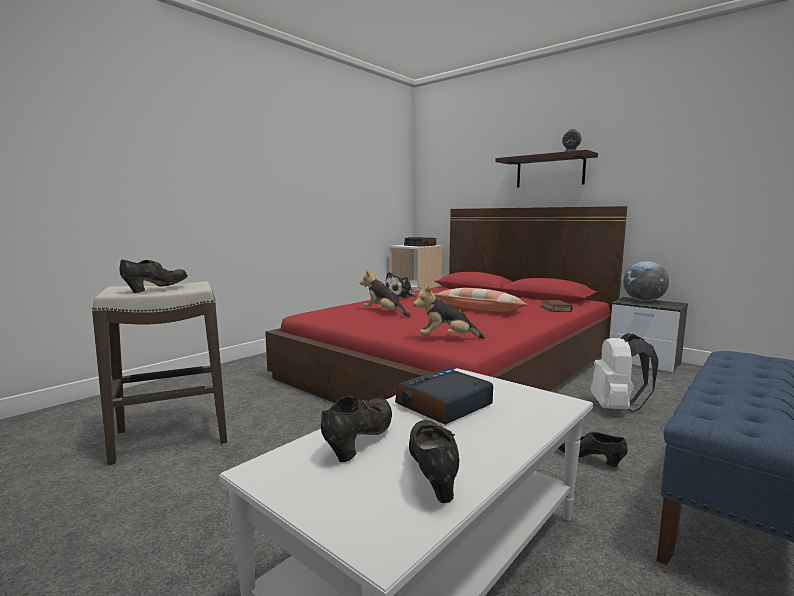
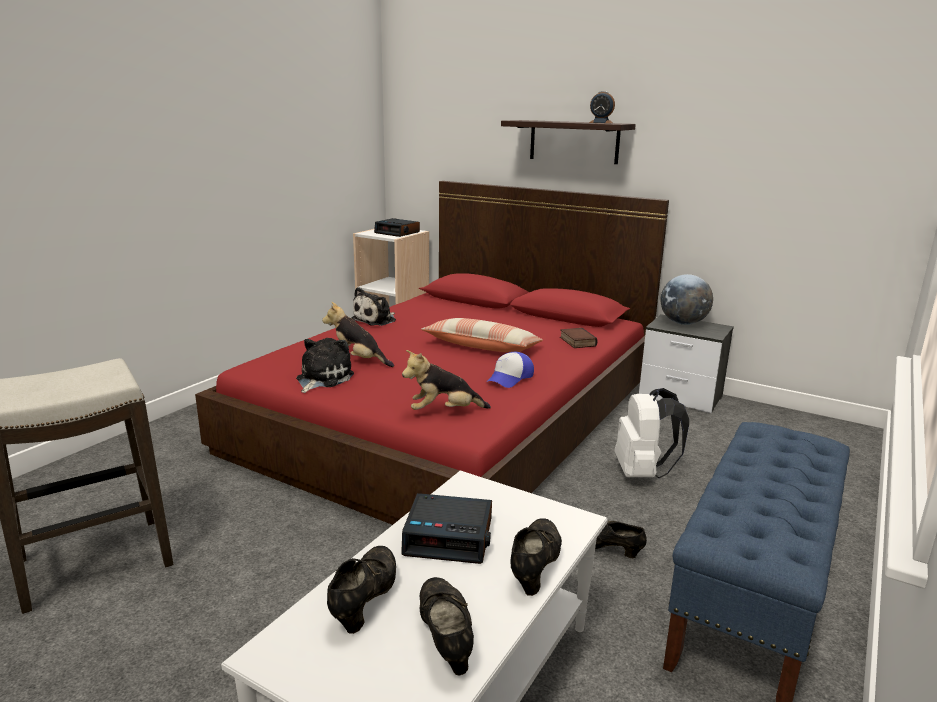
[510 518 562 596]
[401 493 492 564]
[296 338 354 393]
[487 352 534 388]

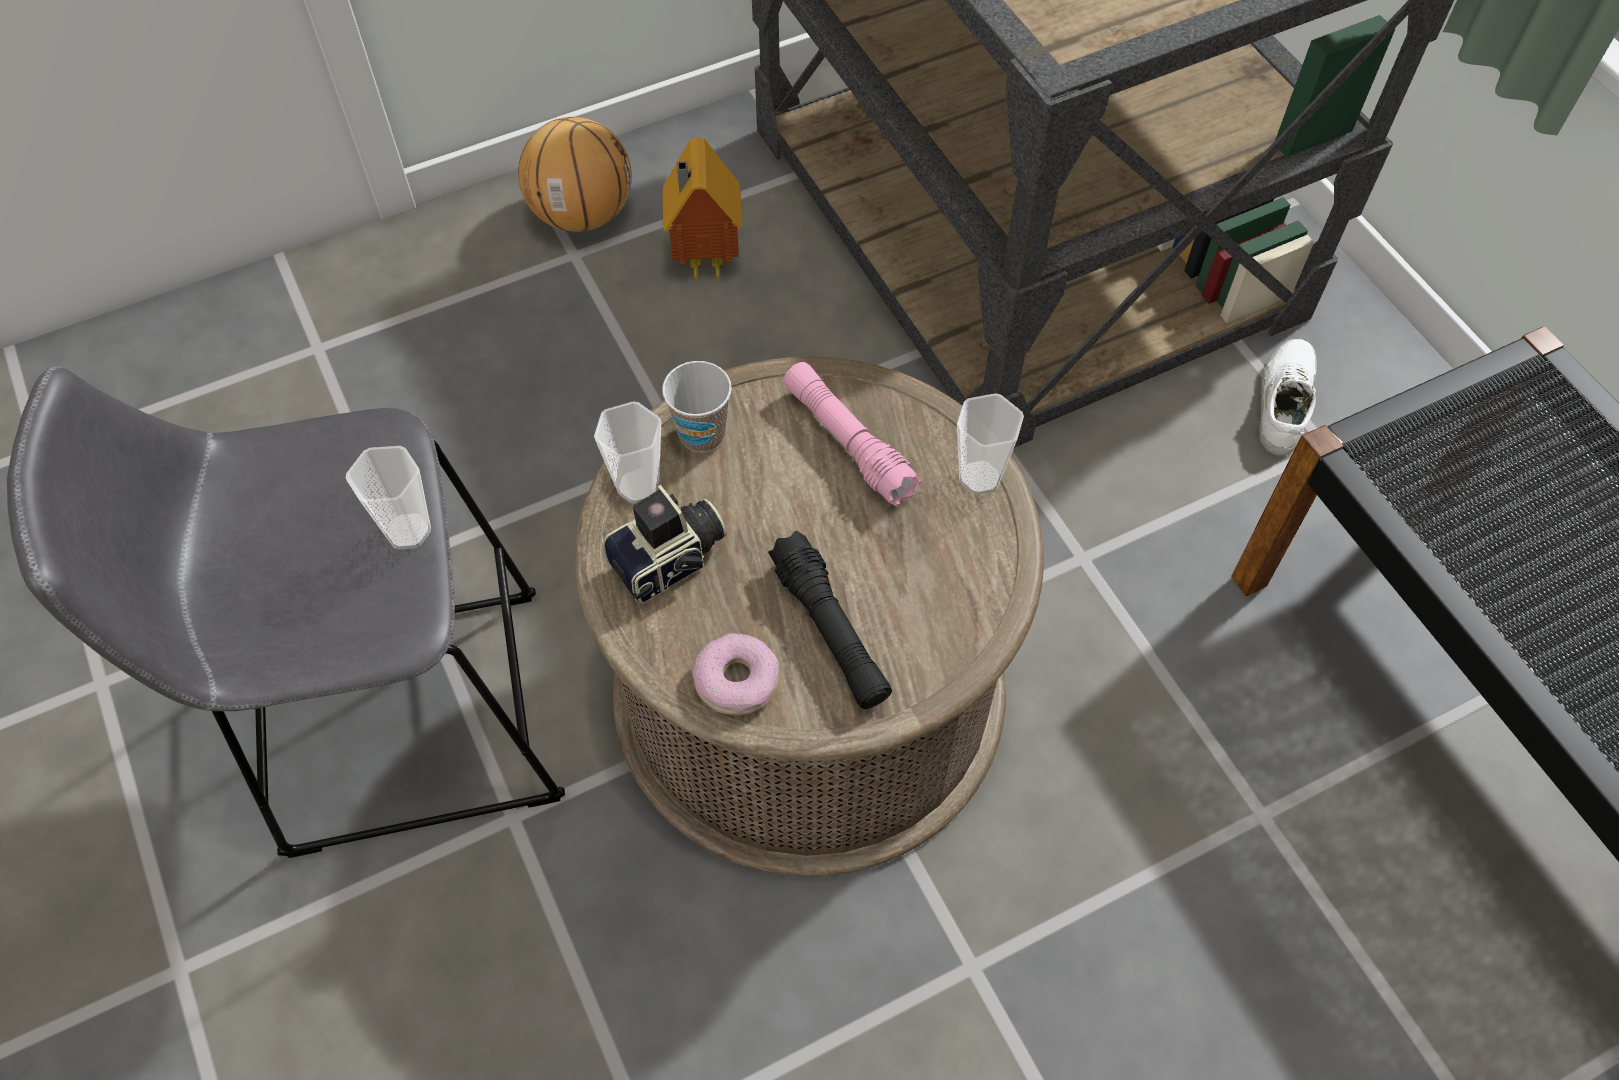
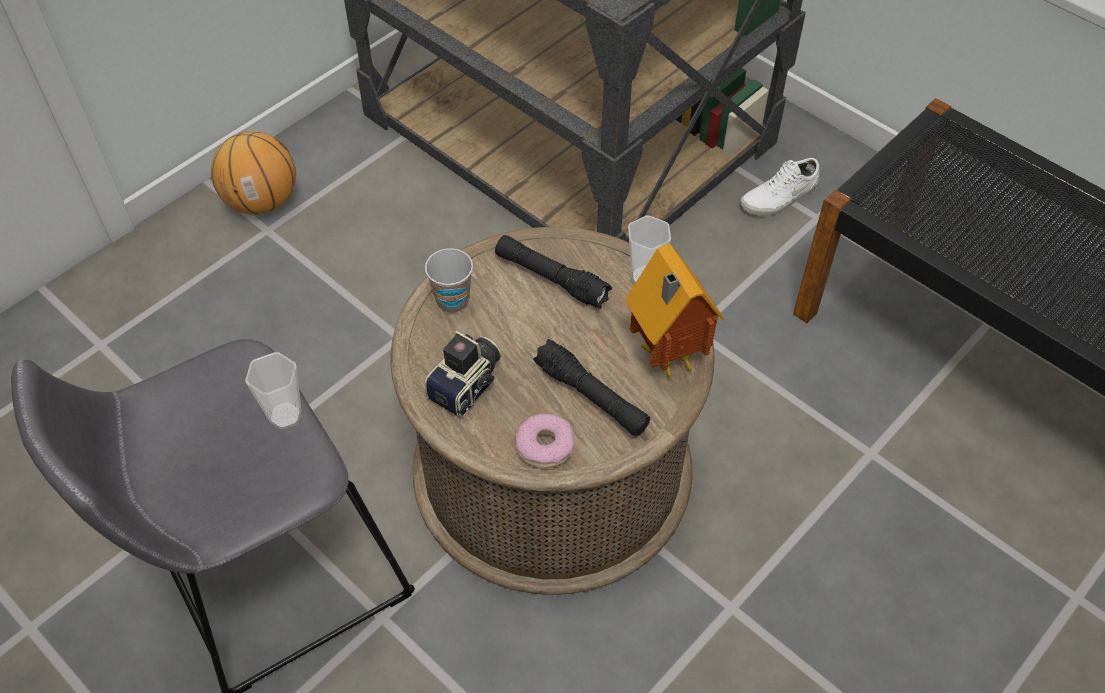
[594 401 661 504] (first image)
[626 244 724 381]
[495 235 612 309]
[740 158 819 216]

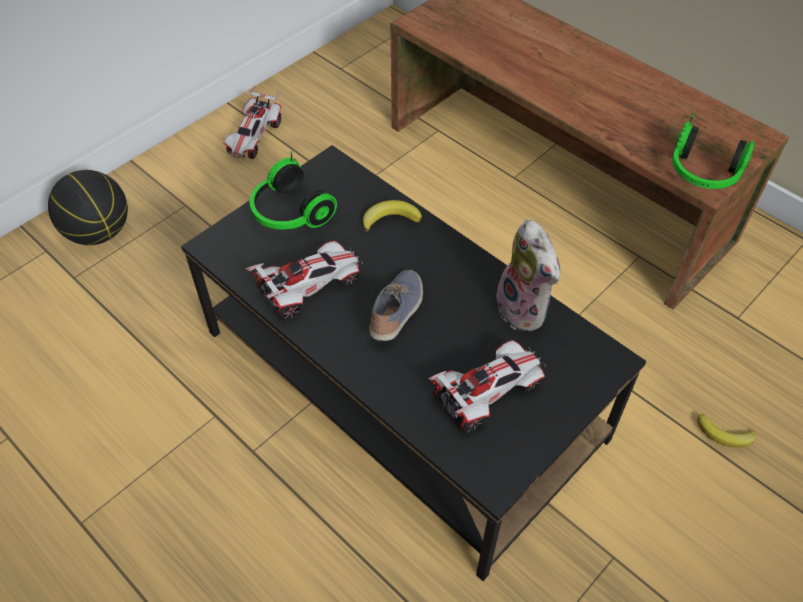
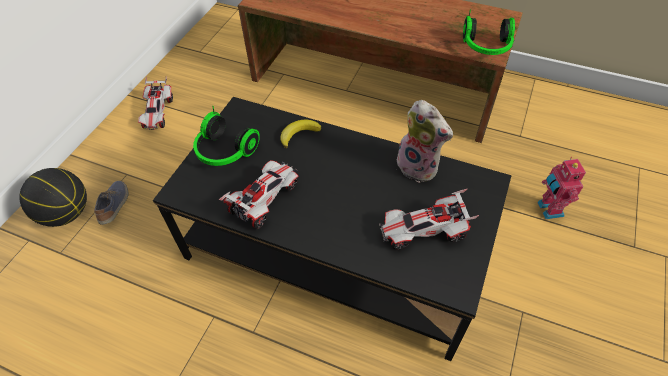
[94 181 128 225]
[379 189 479 249]
[537 157 586 219]

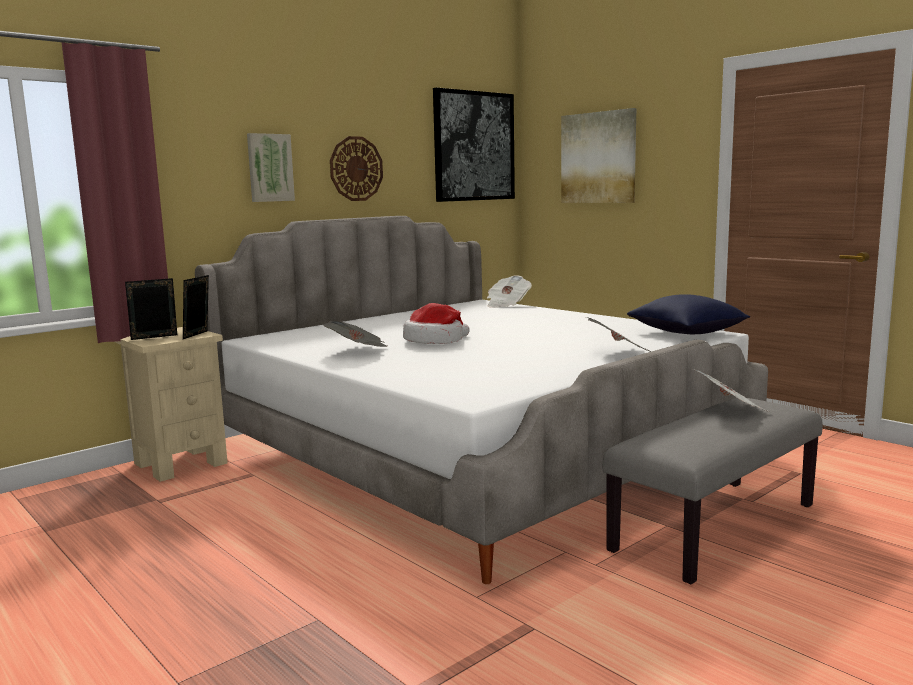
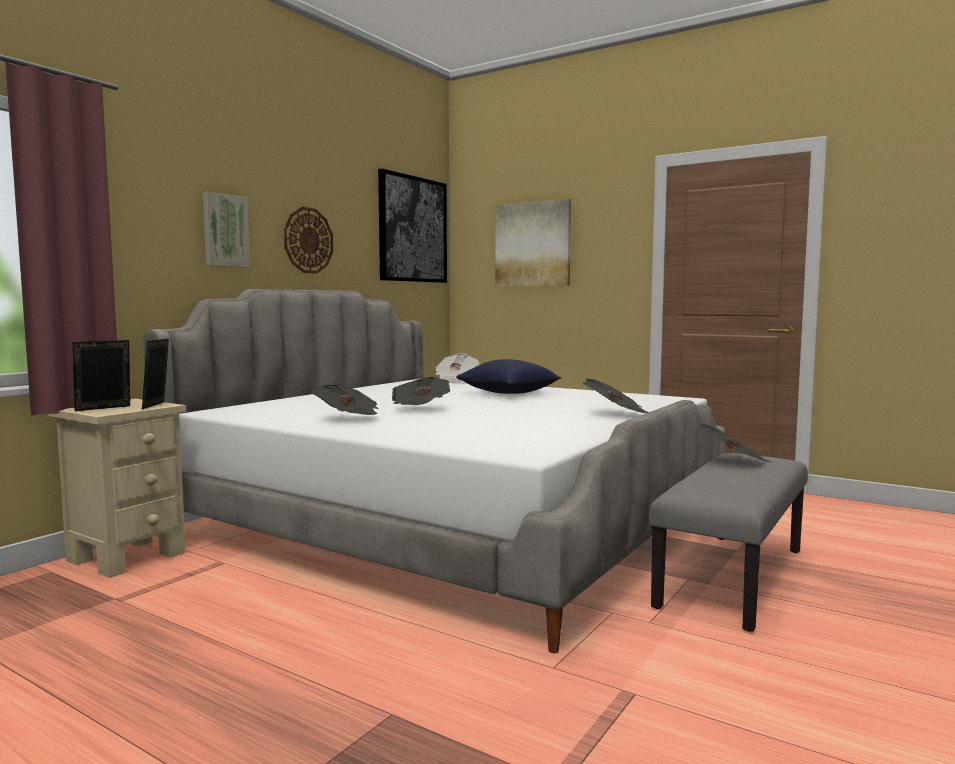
[392 377 450 405]
[456 359 561 394]

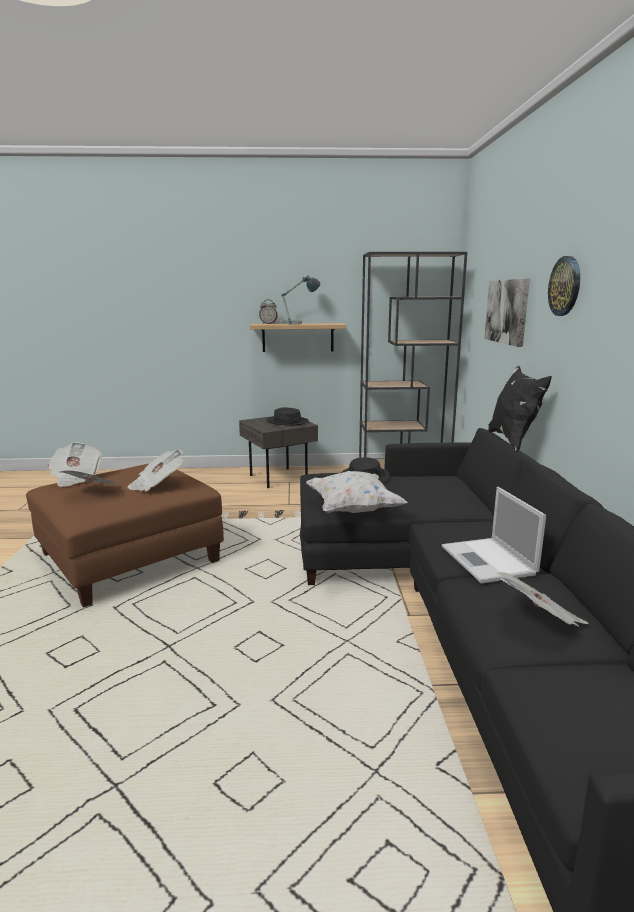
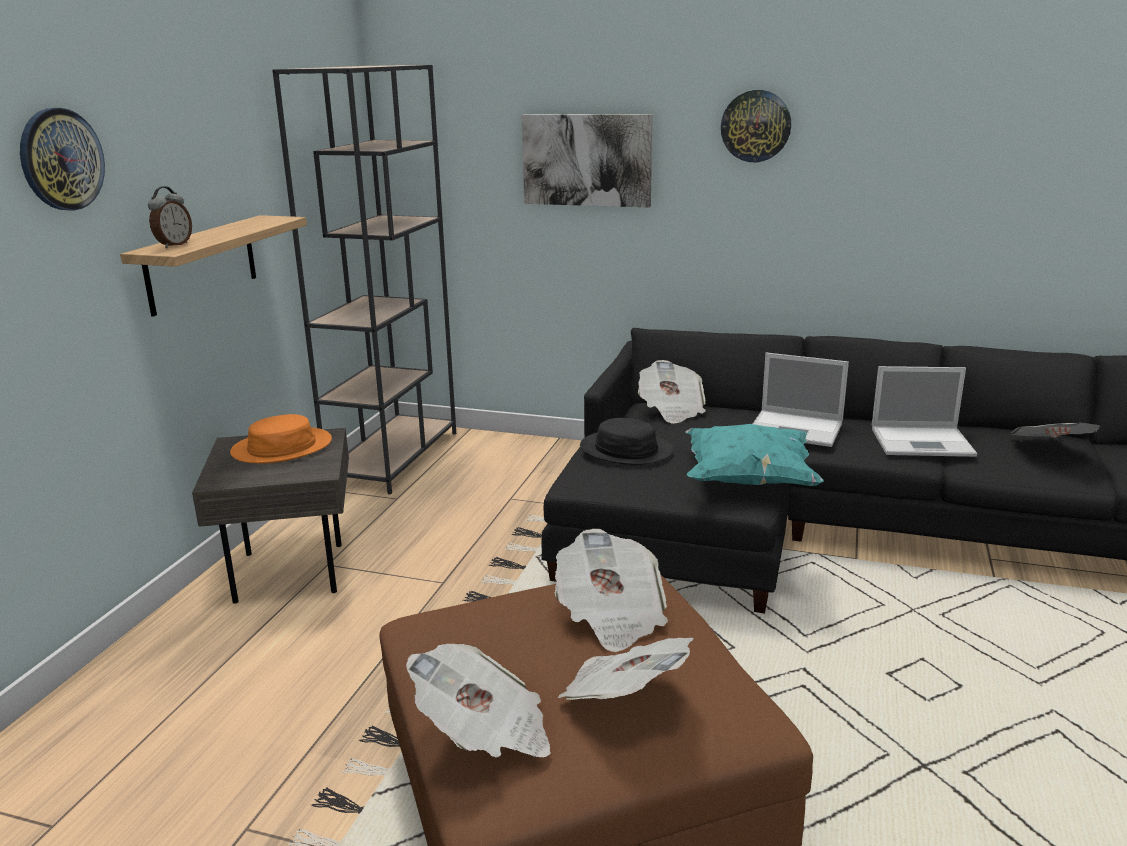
[230 414 332 464]
[281 274 320 325] (first image)
[685 424 824 486]
[488 366 552 452] (first image)
[20 108 105 211]
[638 360 706 424]
[753 353 849 447]

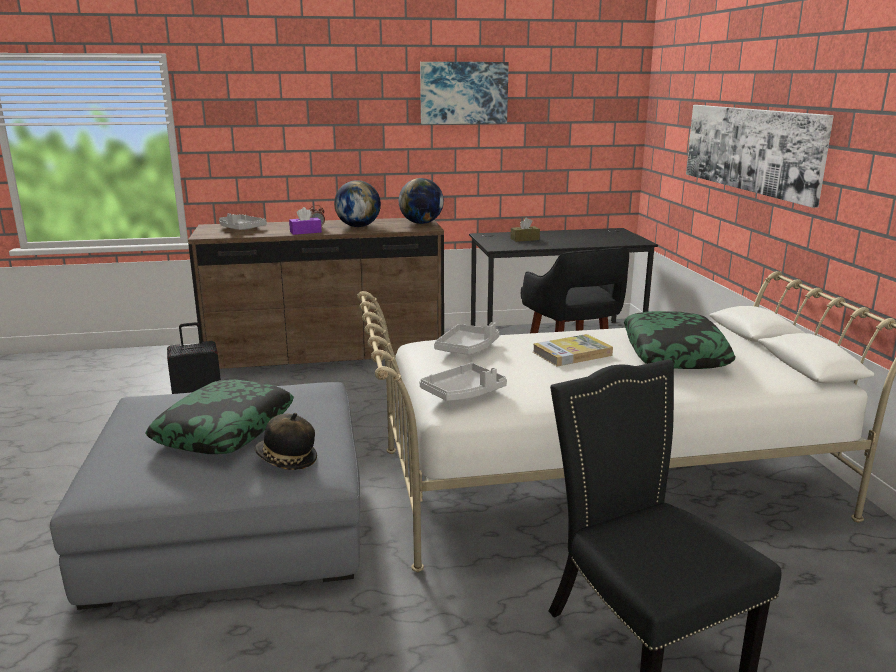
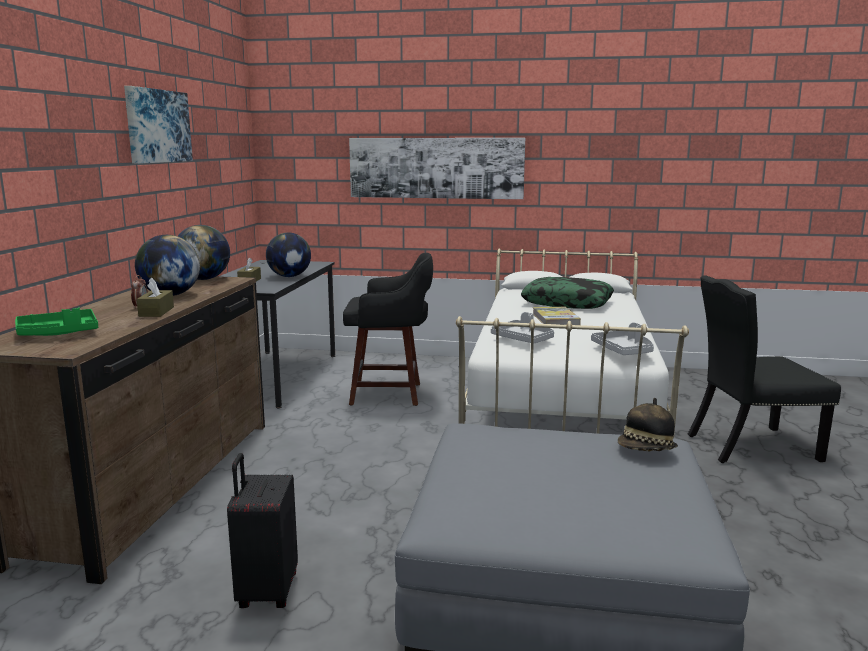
[145 380 294 454] (first image)
[15 307 98 336]
[137 277 174 317]
[266 232 311 277]

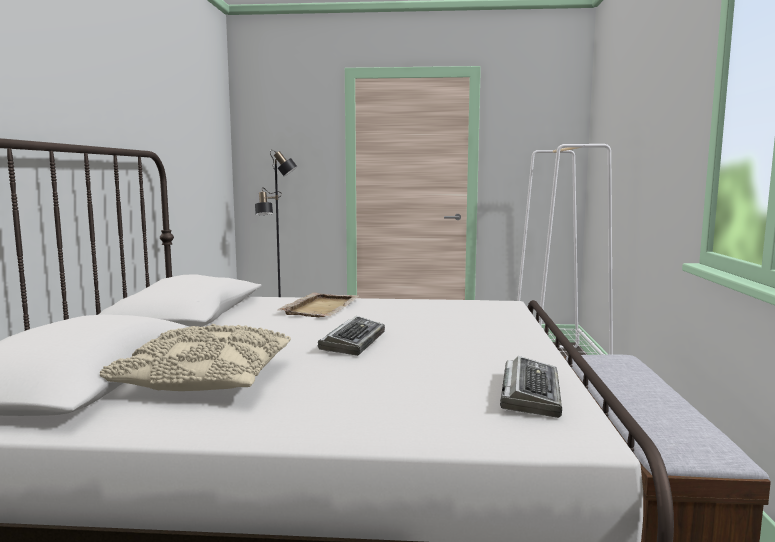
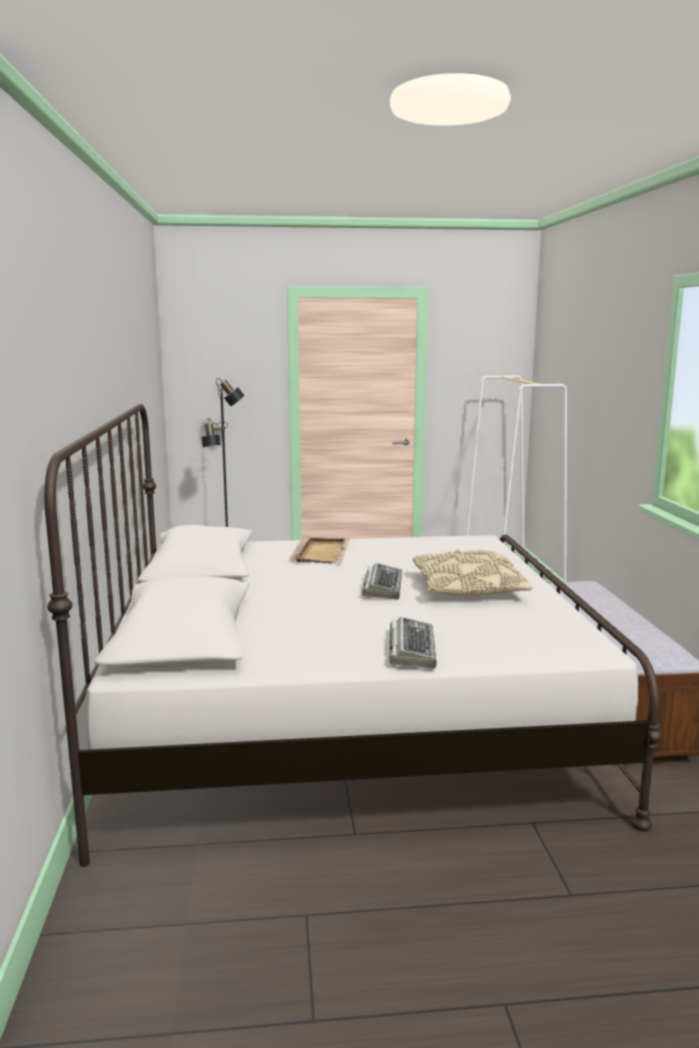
[412 549 533 597]
[389 617 437 669]

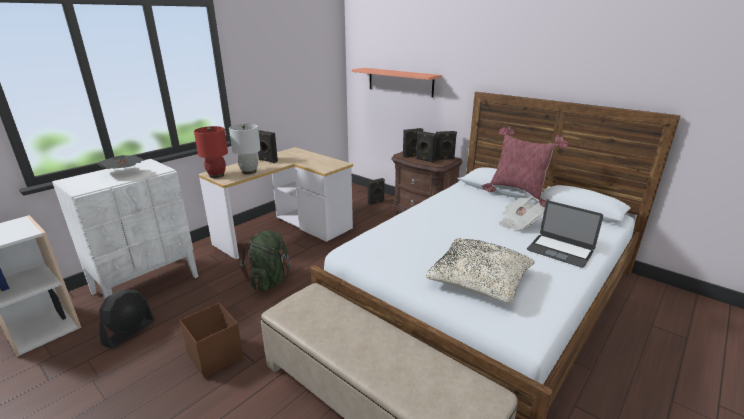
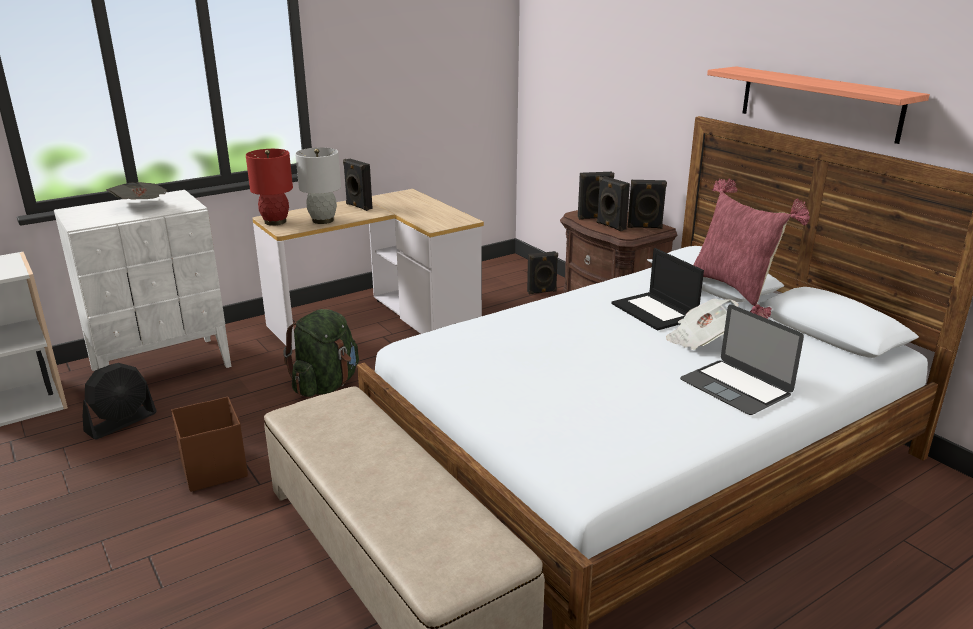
[707 66 930 144]
[426 238 535 303] (first image)
[612 248 704 331]

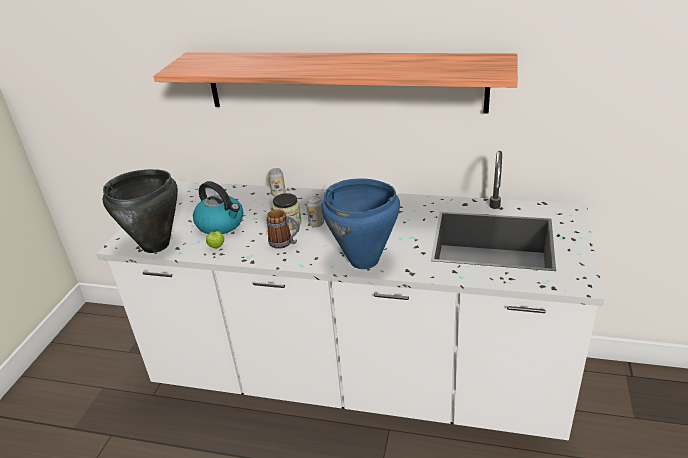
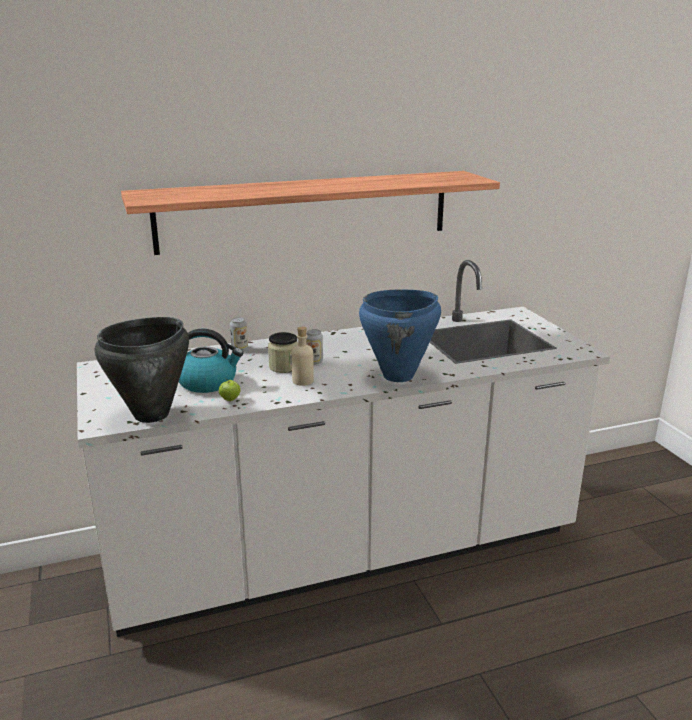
[292 327 314 386]

